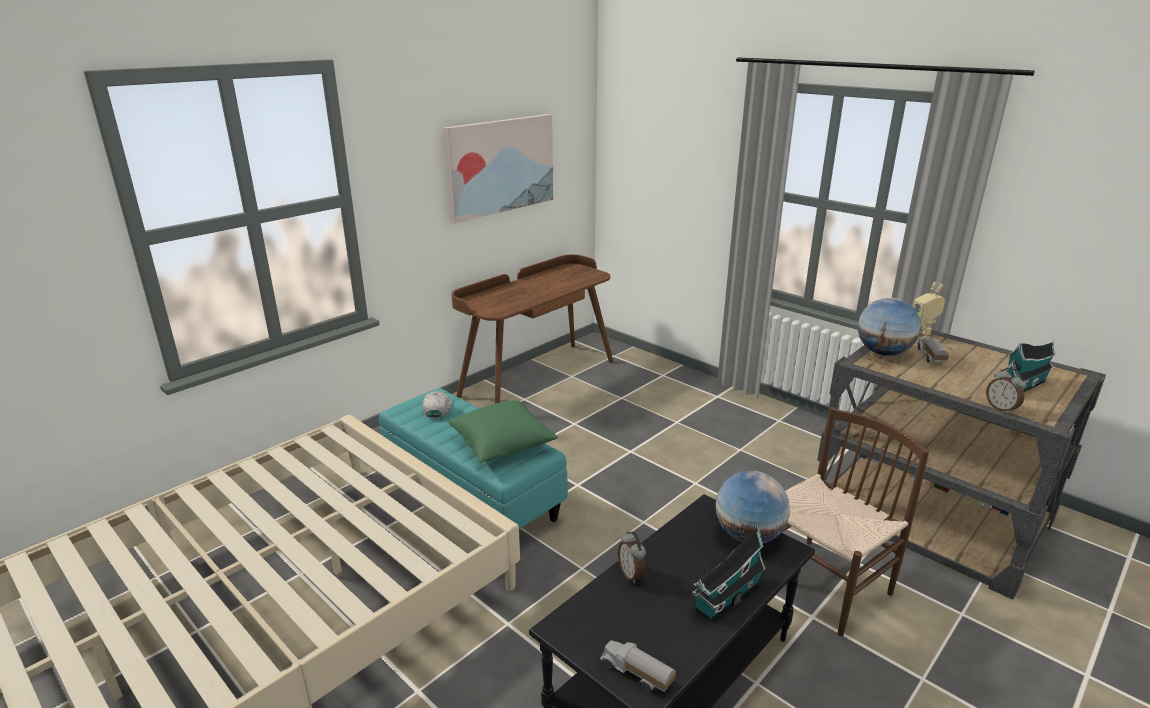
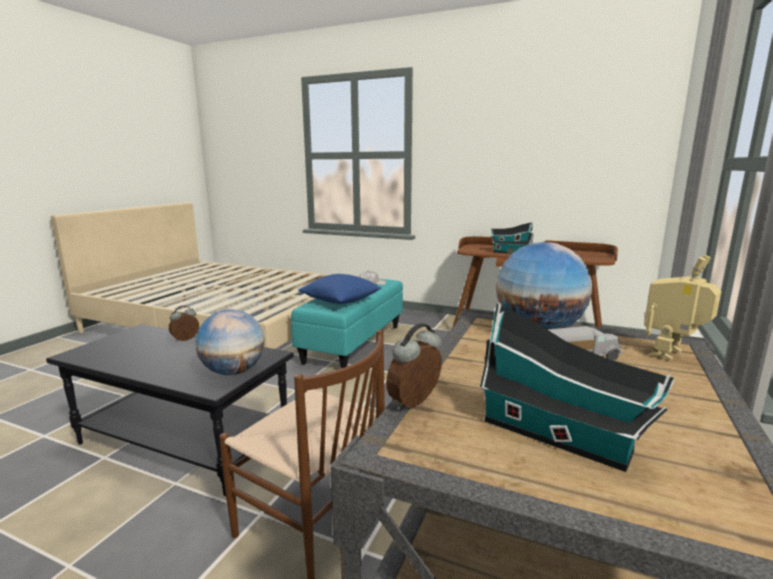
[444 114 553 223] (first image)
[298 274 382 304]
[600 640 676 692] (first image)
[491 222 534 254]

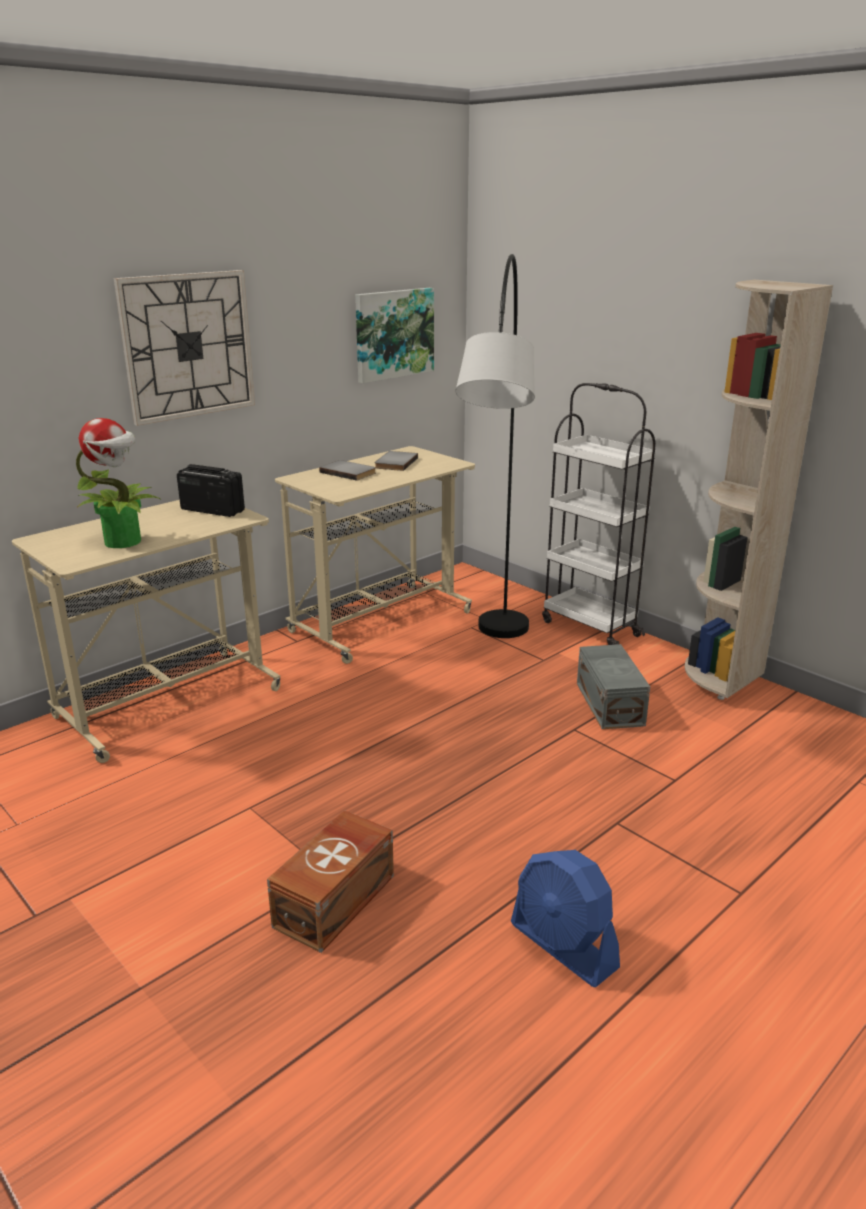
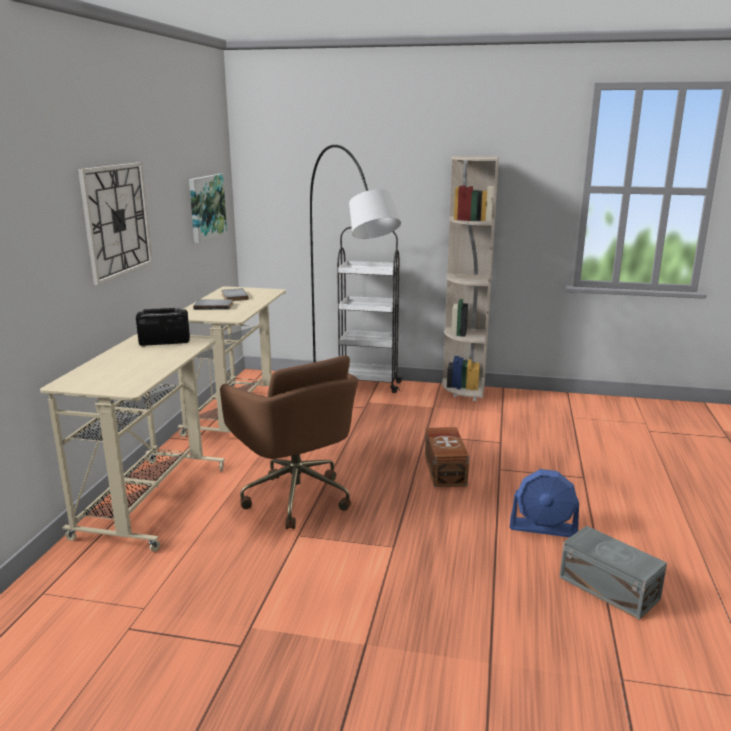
[76 418 160 548] (first image)
[425 427 469 487]
[560 526 667 620]
[220 356 358 529]

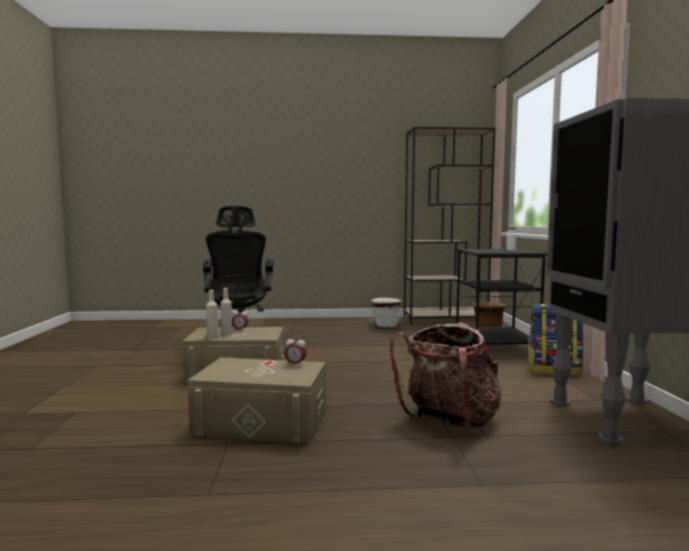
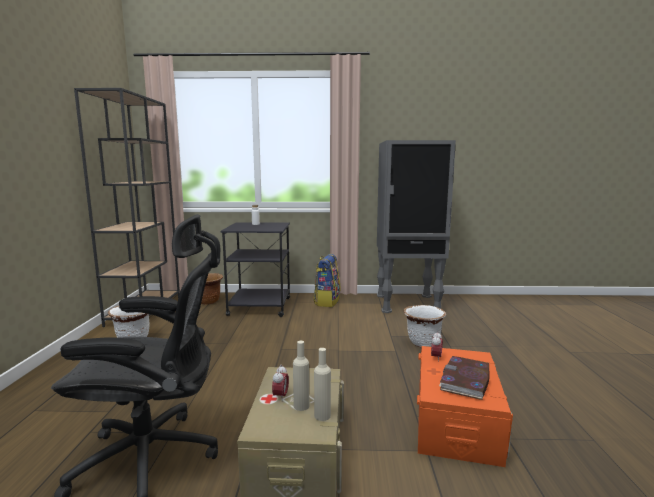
[417 346 513 467]
[404 305 446 347]
[439 356 490 400]

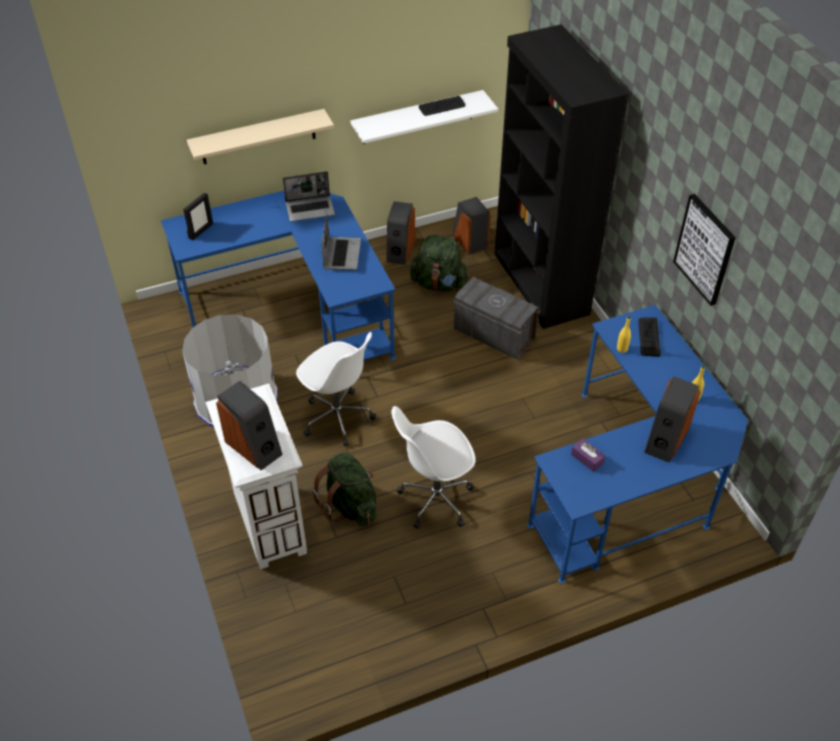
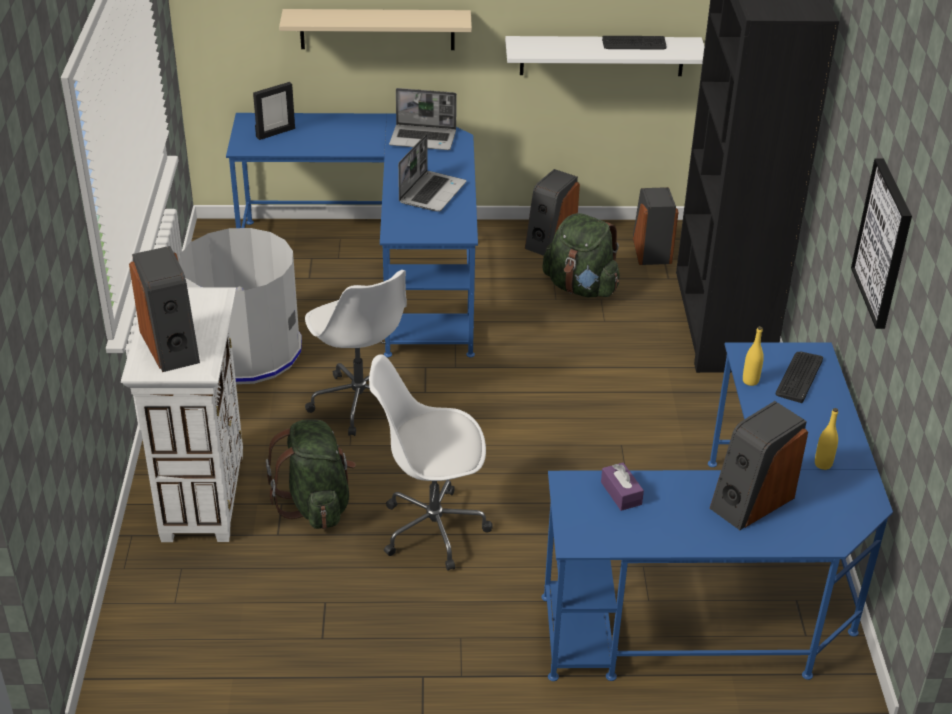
[453 277 541 360] (first image)

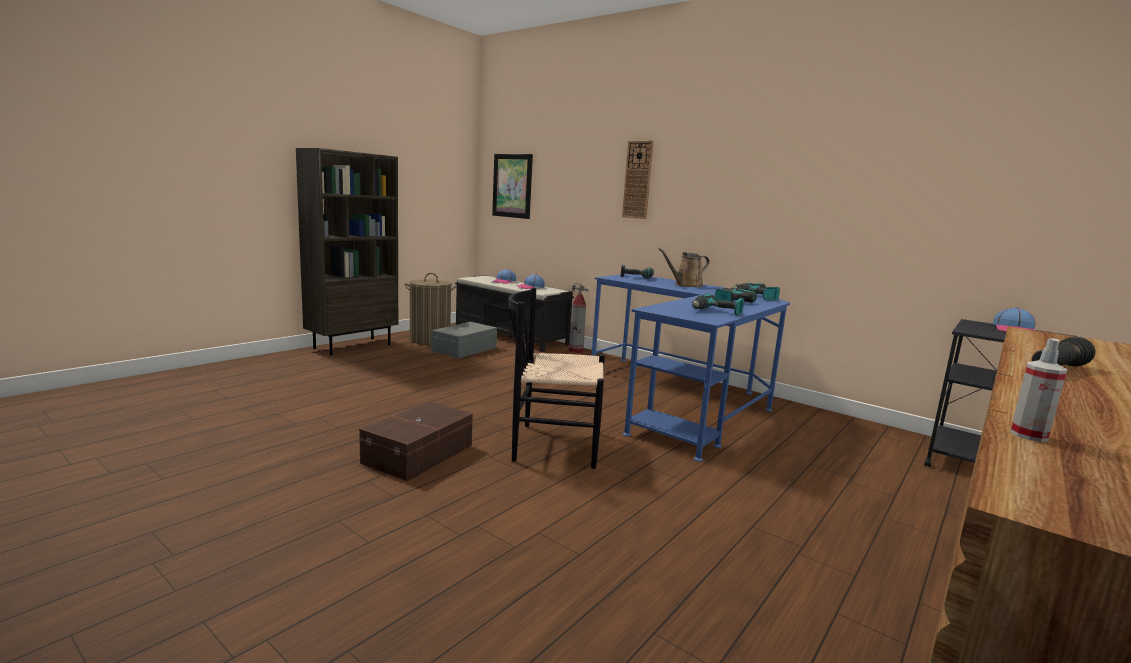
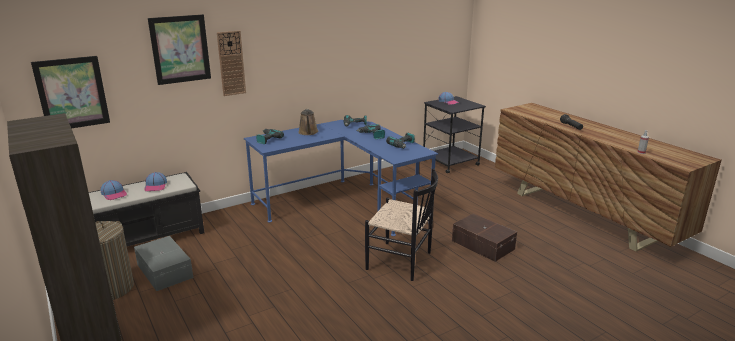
[452 213 517 262]
[365 168 438 281]
[569 283 589 353] (first image)
[148 14 211 85]

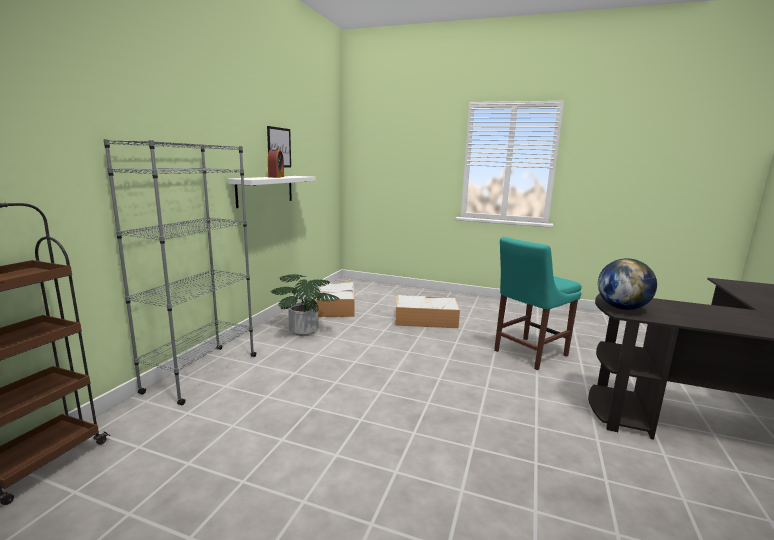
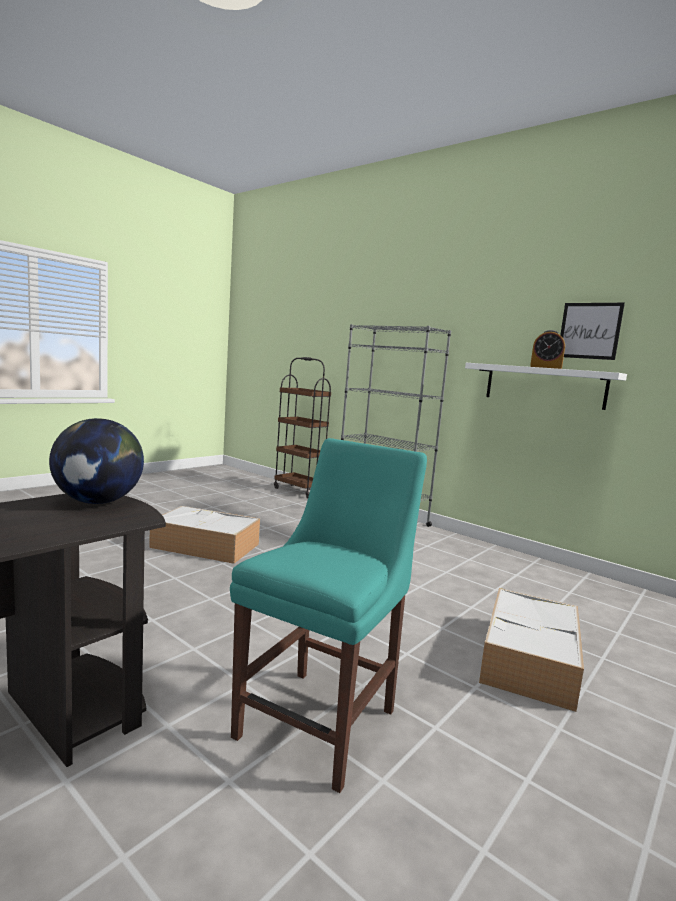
[270 274 339 336] (first image)
[149 506 260 564]
[230 438 427 793]

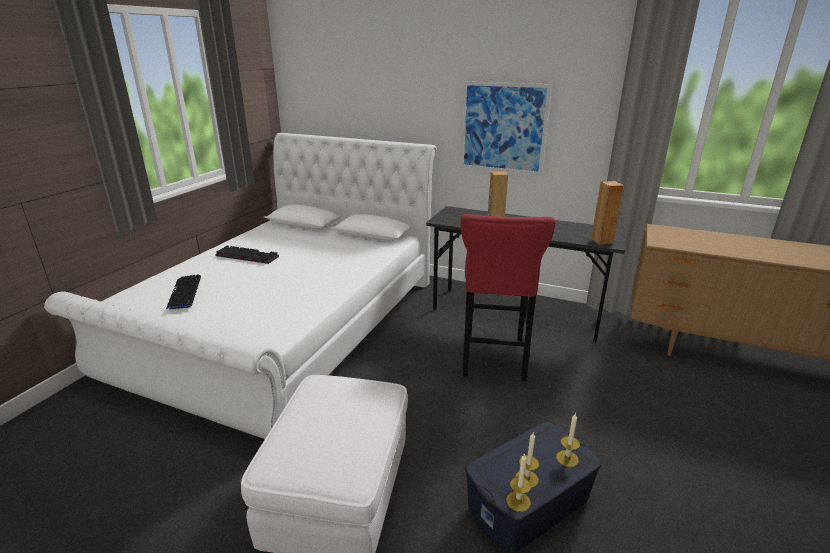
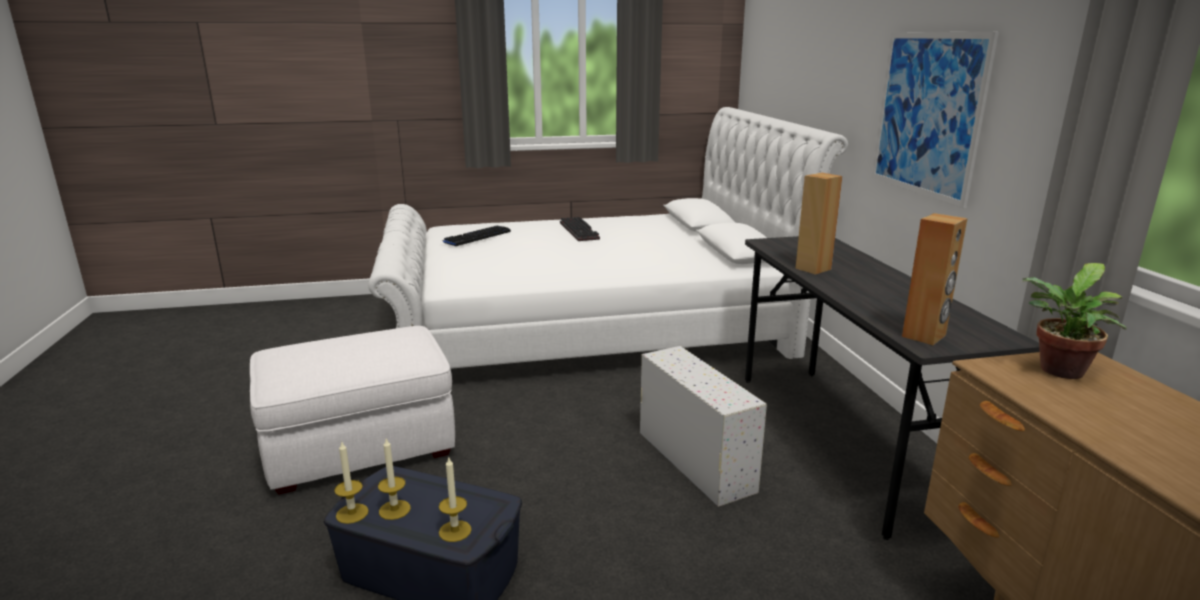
[640 346 767 507]
[1021 263 1127 379]

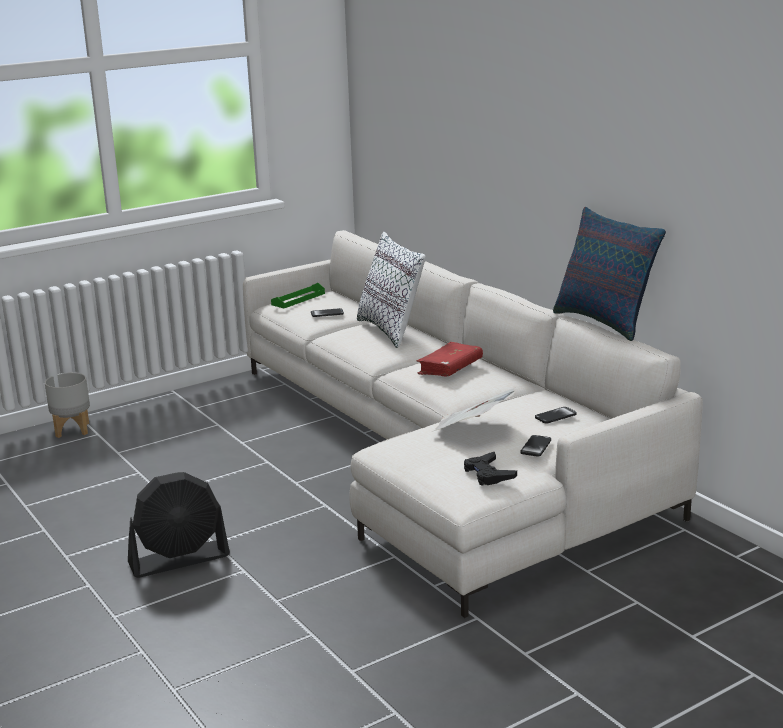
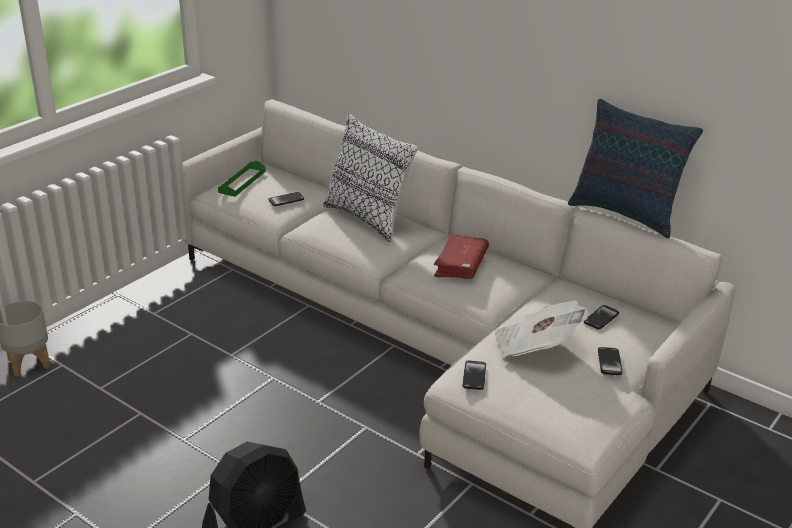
[464 452 517 486] (first image)
[463 360 486 390]

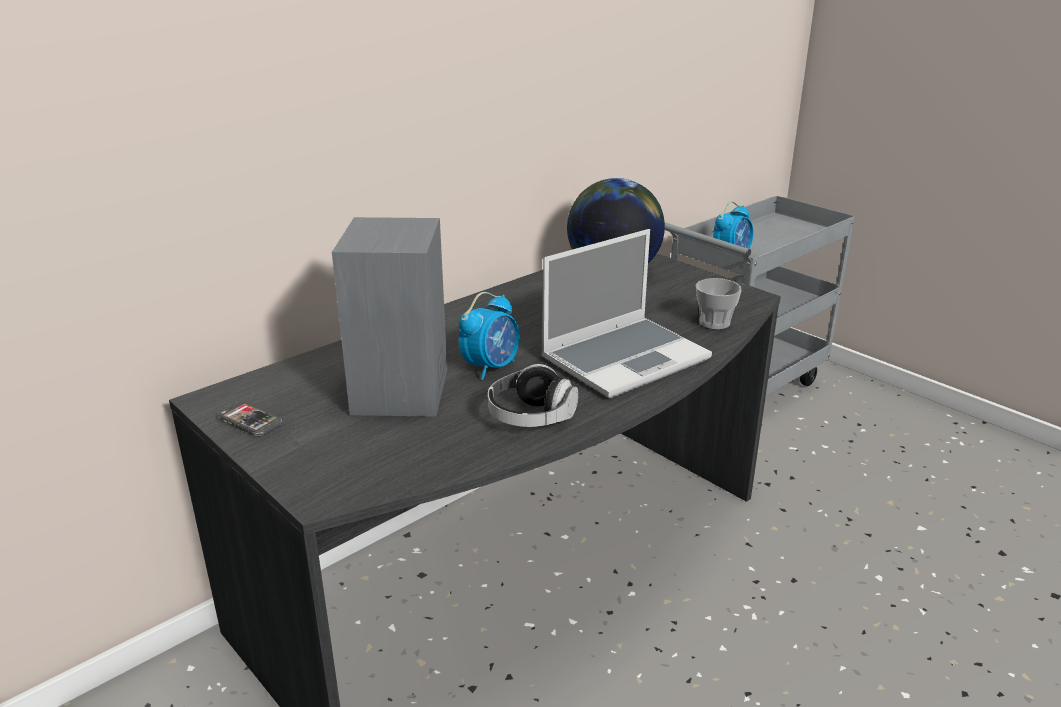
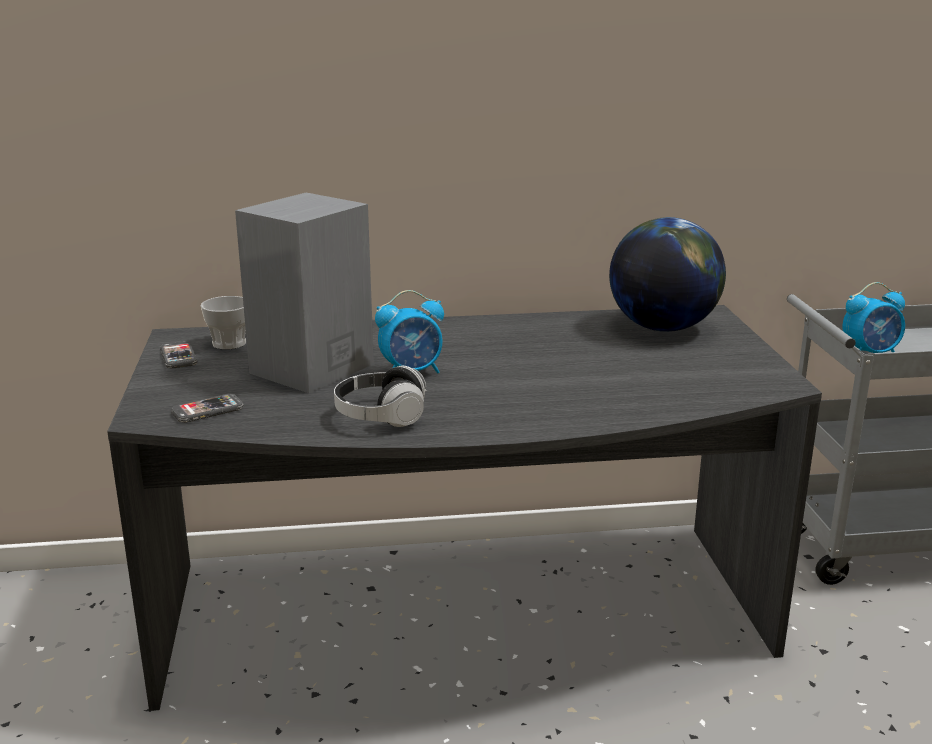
[542 229 712 398] (first image)
[201 296 246 350]
[171 394 244 423]

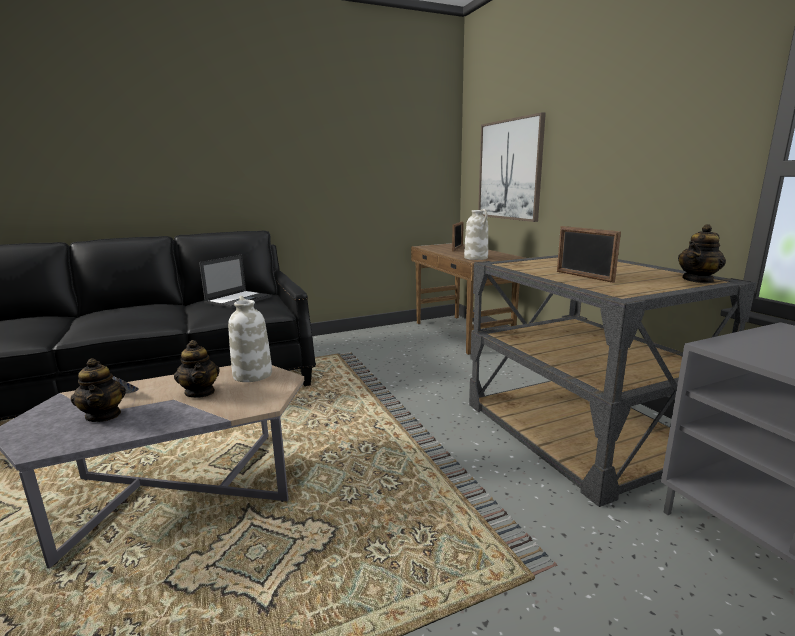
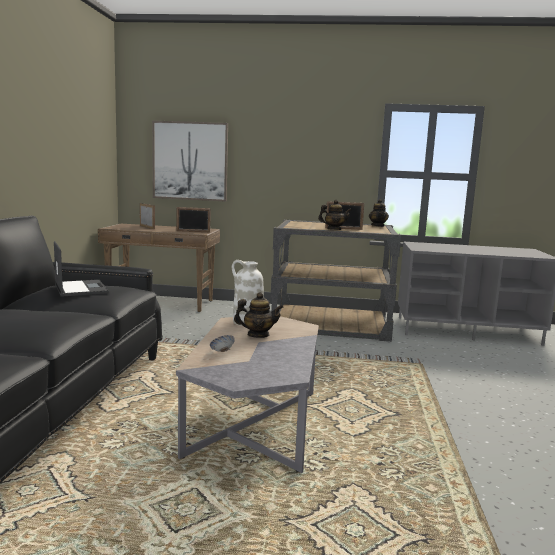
[318 200 351 230]
[176 207 211 232]

